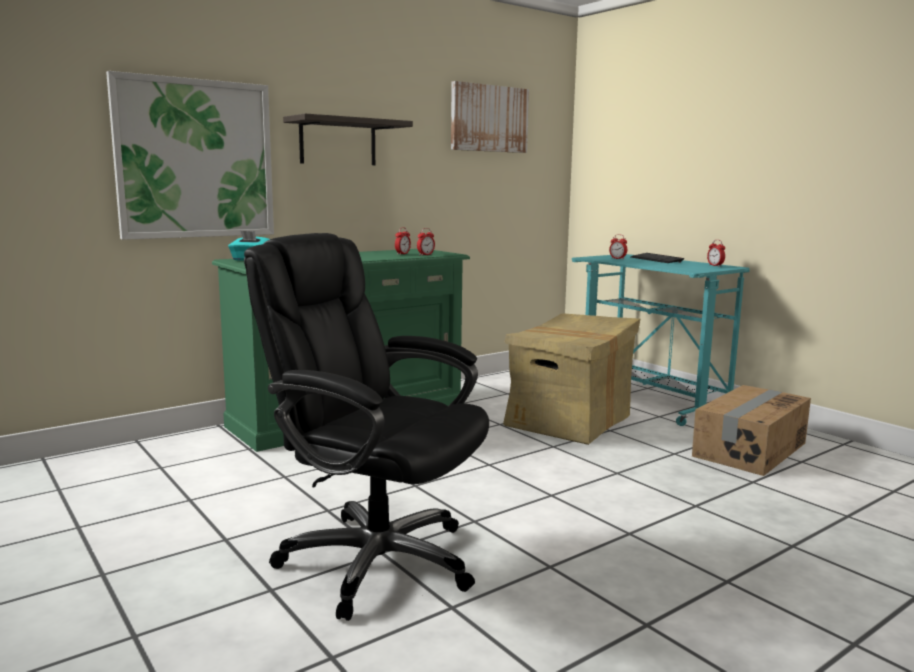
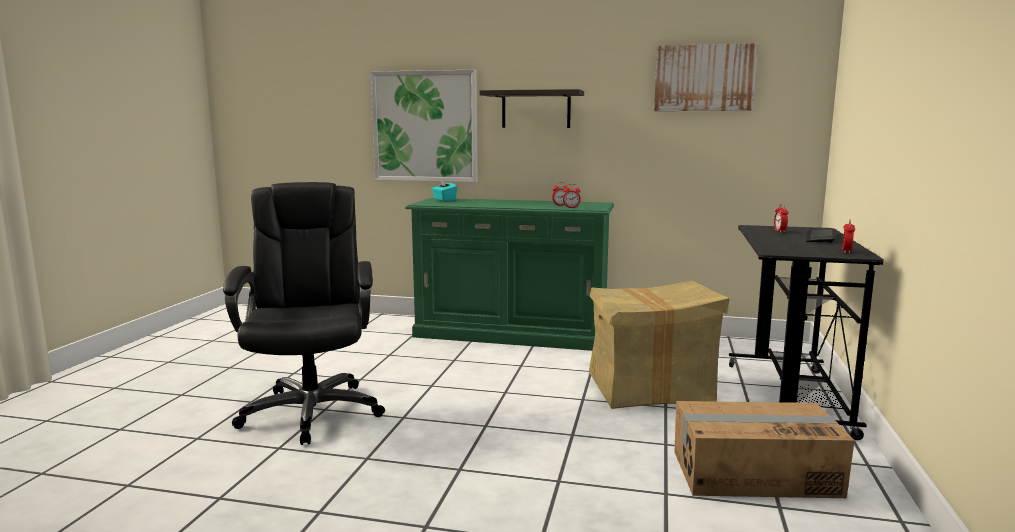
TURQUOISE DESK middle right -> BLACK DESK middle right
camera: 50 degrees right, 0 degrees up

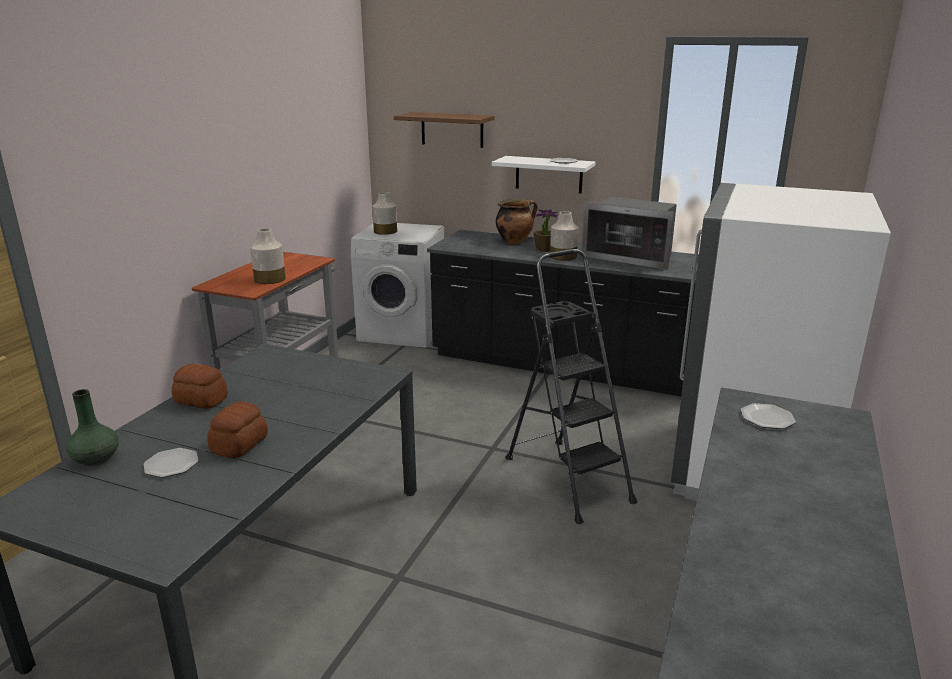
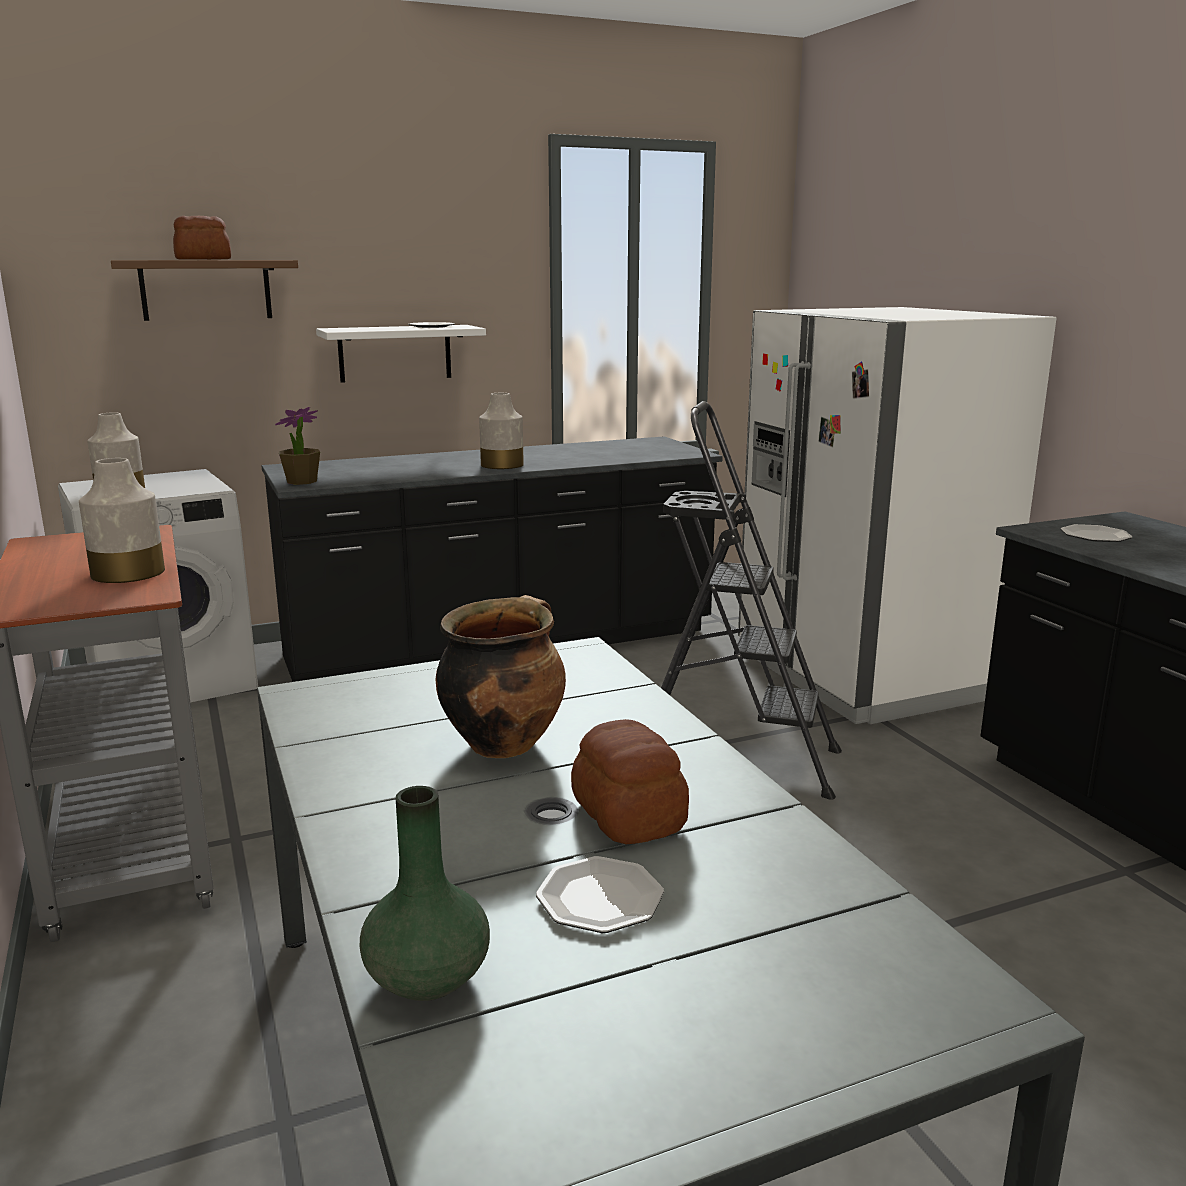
BREAD (1st from left) middle left -> BREAD (1st from left) top left, moved
POTTED PLANT centre -> POTTED PLANT middle left, moved
COOKING POT top centre -> COOKING POT centre, moved
MICROWAVE centre -> none
camera: 45 degrees left, 5 degrees down

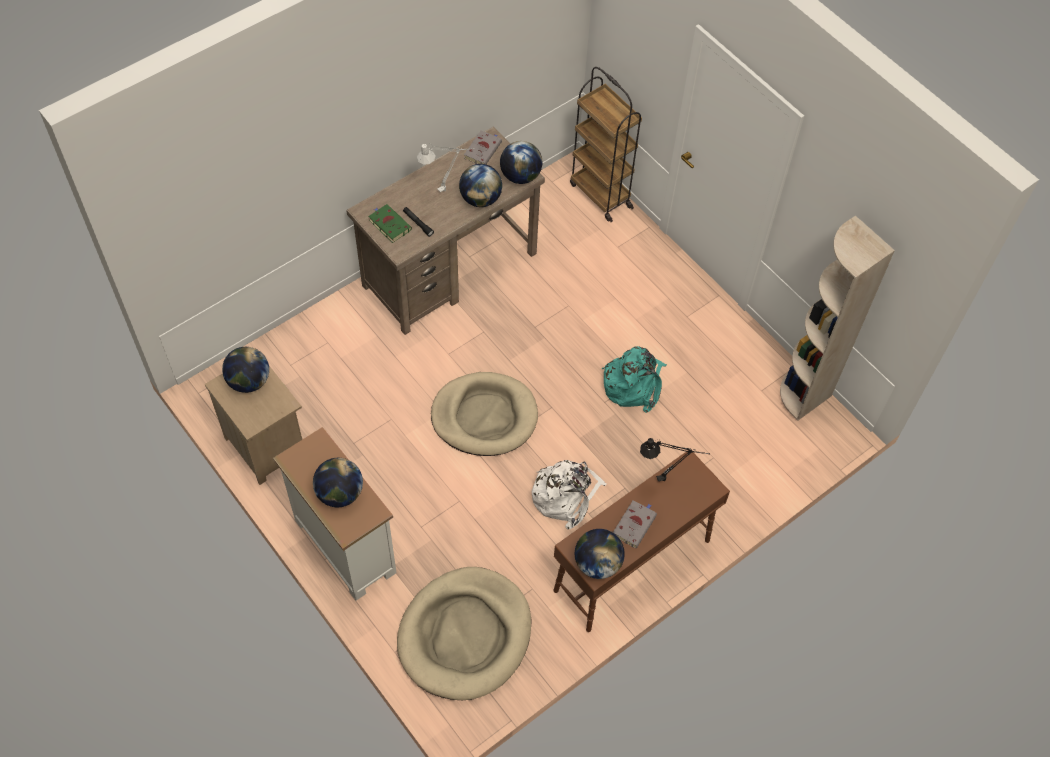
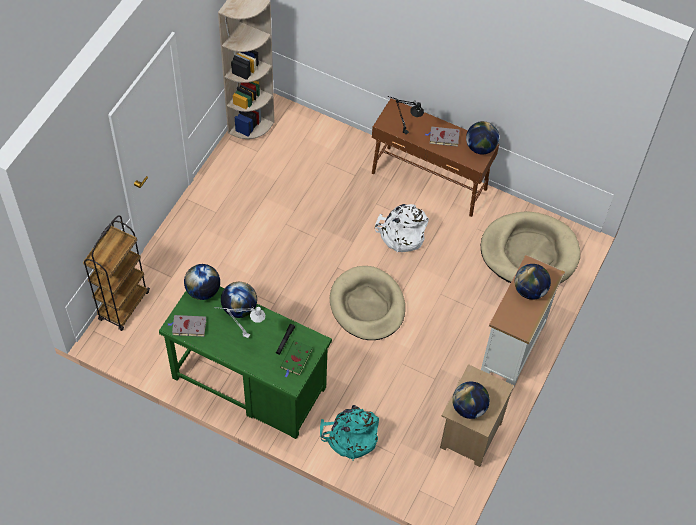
BROWN DESK top centre -> GREEN DESK bottom centre
TURQUOISE BACKPACK centre -> TURQUOISE BACKPACK bottom centre, moved
camera: 115 degrees left, 0 degrees up

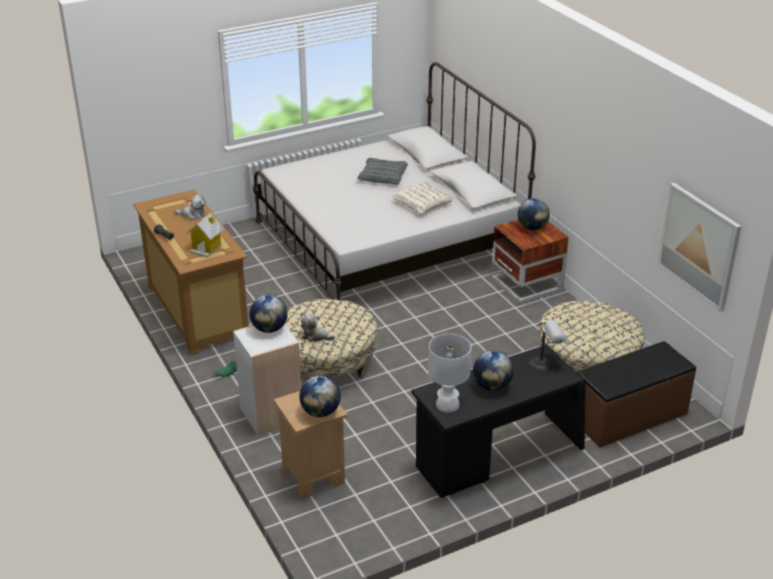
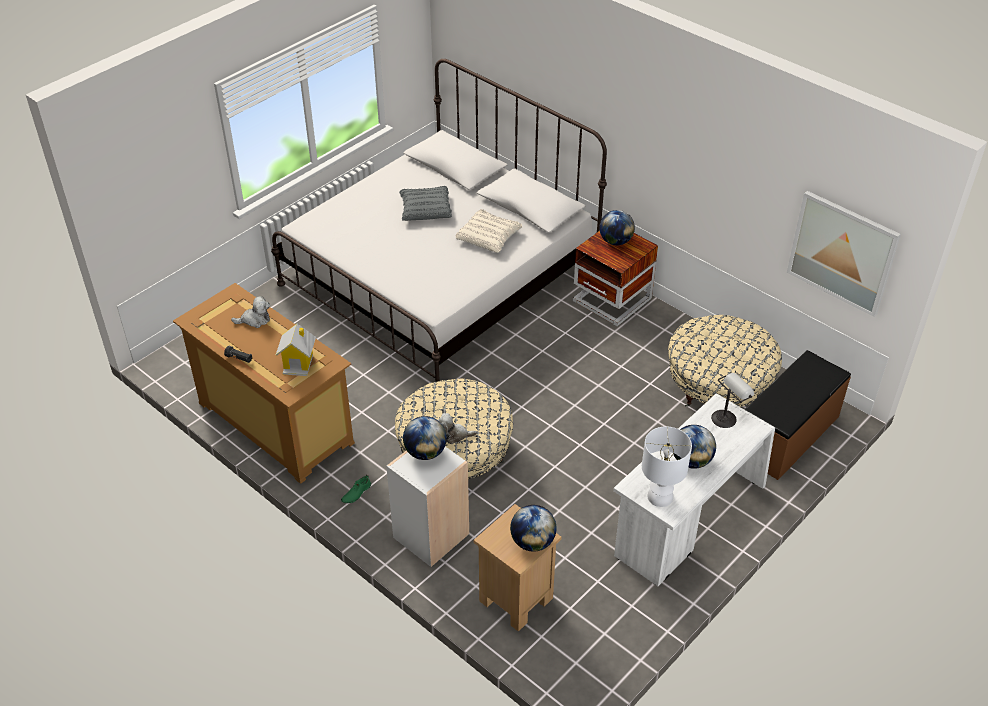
BLACK DESK bottom centre -> WHITE DESK bottom right
camera: 20 degrees left, 10 degrees up

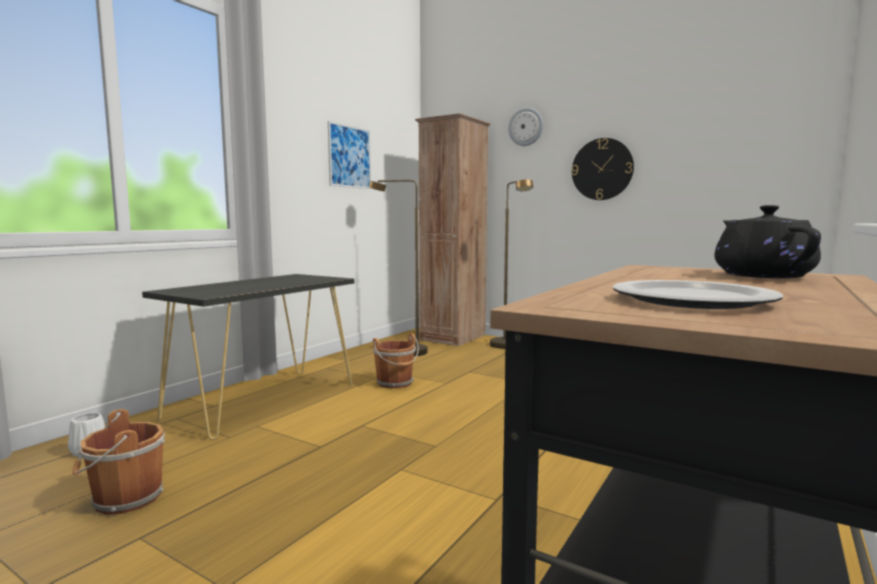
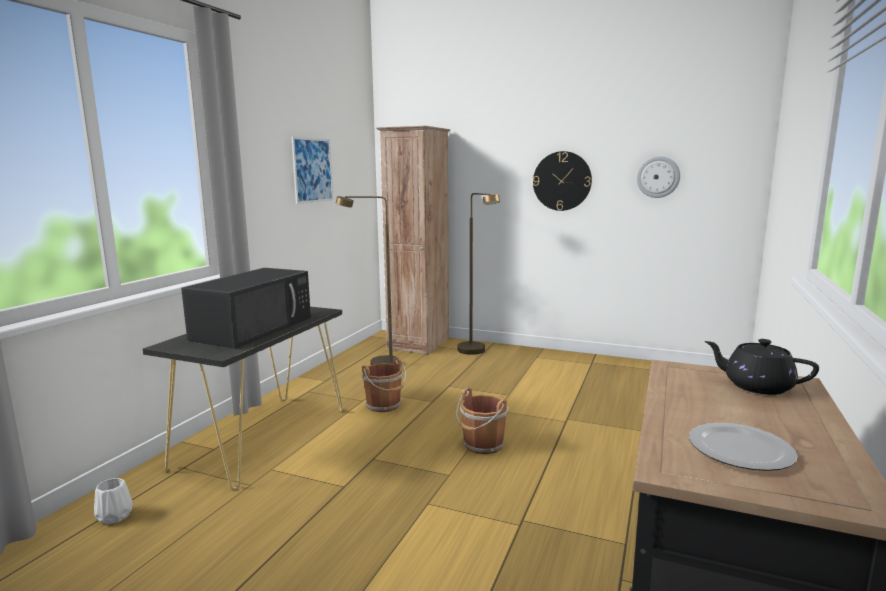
none -> BLACK MICROWAVE middle left
BROWN BUCKET (1st from left in the first image) bottom left -> BROWN BUCKET (2nd from left) bottom centre, moved
WALL CLOCK (1st from left in the first image) top centre -> WALL CLOCK (2nd from left) top right, moved
BLACK TEAPOT middle right, 45 degrees counterclockwise
camera: 10 degrees left, 5 degrees up

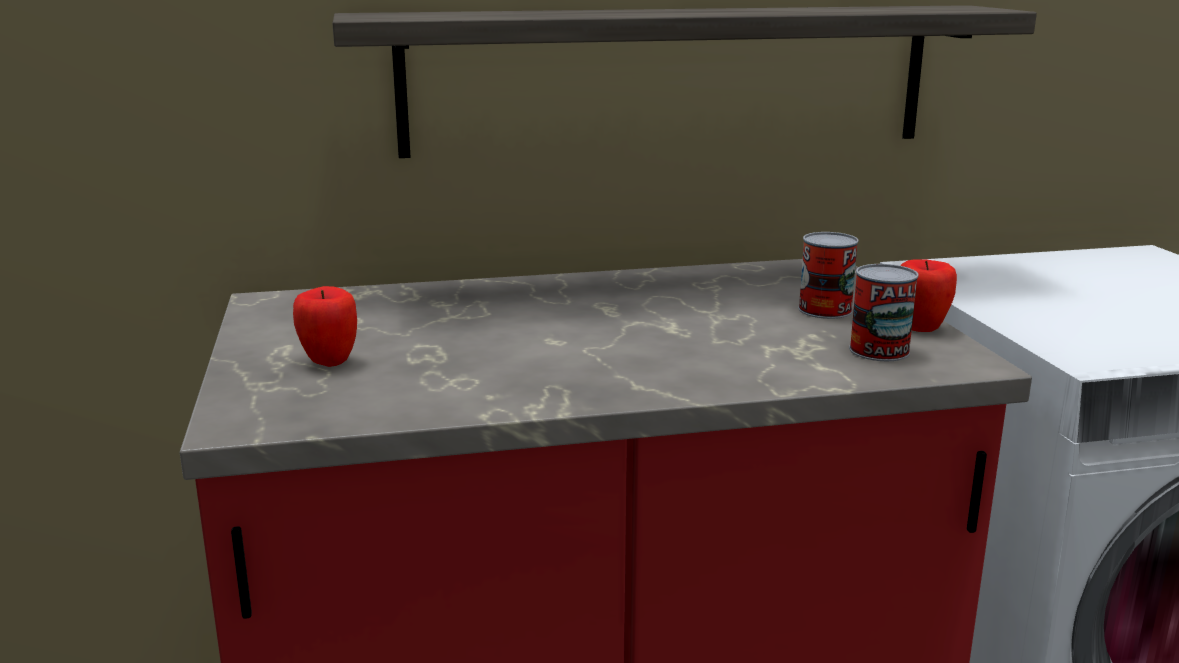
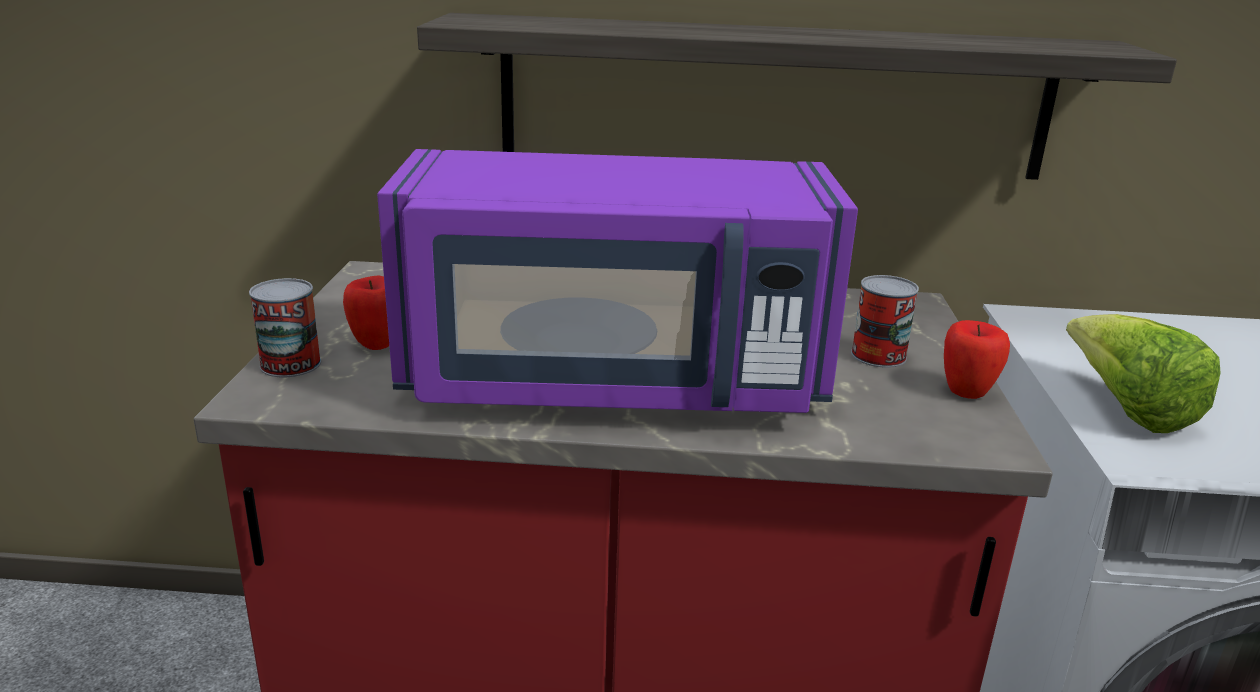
CAN (2nd from left in the first image) middle right -> CAN (1st from left) middle left, moved
none -> PURPLE MICROWAVE centre
none -> LETTUCE middle right
camera: 15 degrees right, 5 degrees up

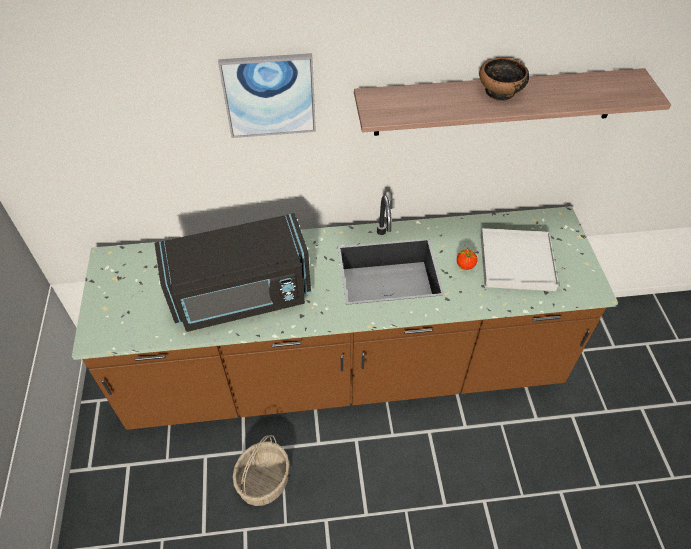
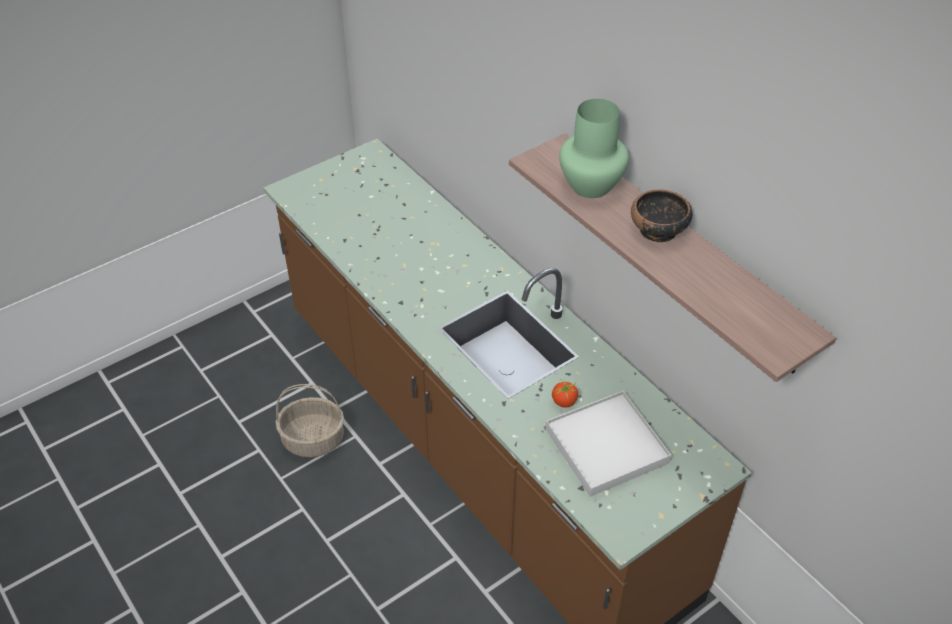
none -> GREEN VASE top centre
BLACK MICROWAVE centre -> none
PICTURE top centre -> none
camera: 60 degrees right, 5 degrees down

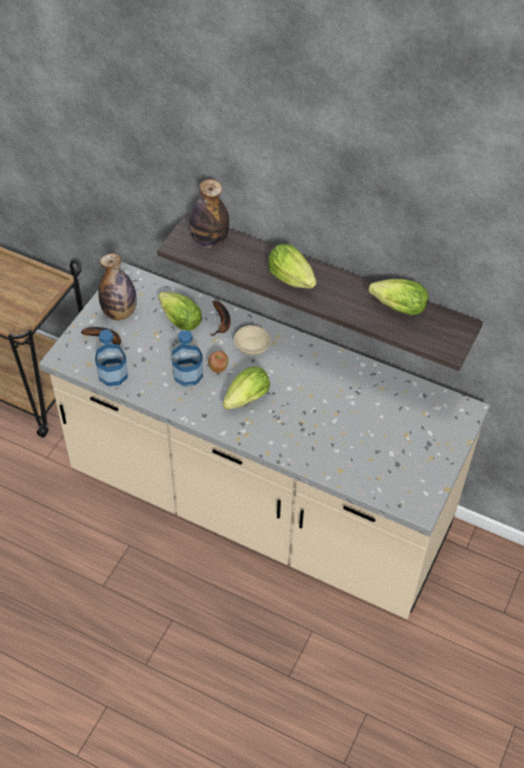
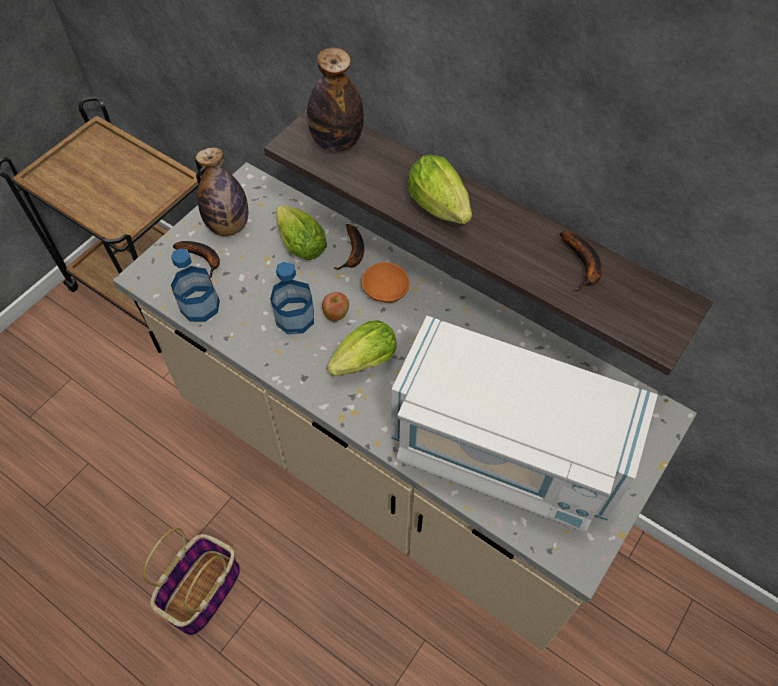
none -> BASKET bottom left
BEIGE BOWL centre -> ORANGE BOWL centre
none -> WHITE MICROWAVE middle right
LETTUCE (4th from left) middle right -> BANANA (3rd from left) middle right
camera: 10 degrees right, 5 degrees up

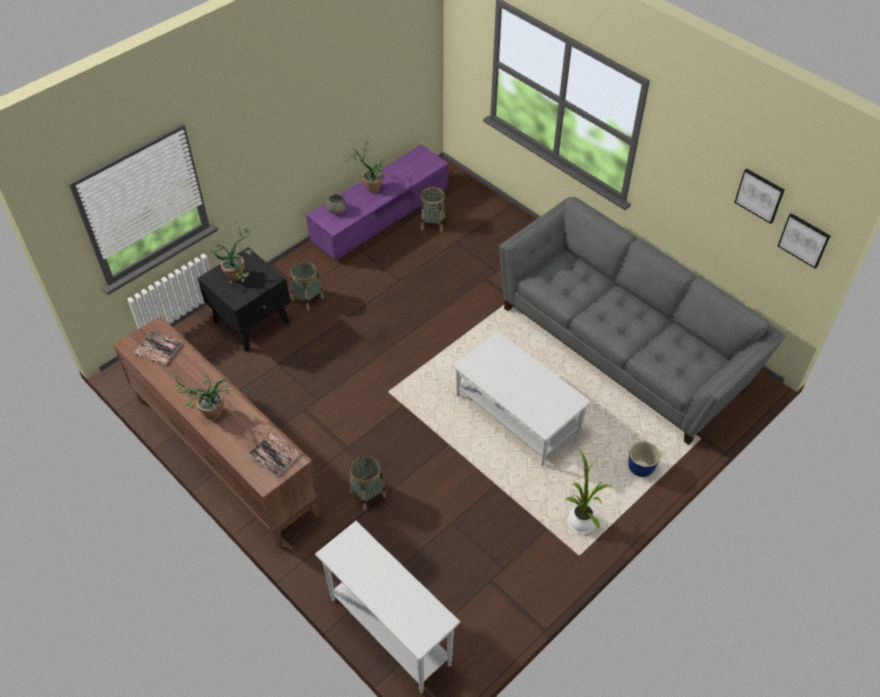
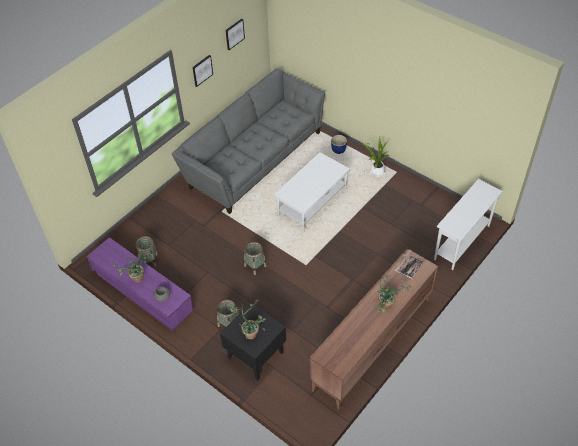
PICTURE (2nd from left in the first image) middle right -> PICTURE (1st from left) top centre, moved
BASKET (2nd from left in the first image) bottom centre -> BASKET (3rd from left) centre, moved
BOOK (1st from left) middle left -> none
camera: 95 degrees left, 0 degrees up

